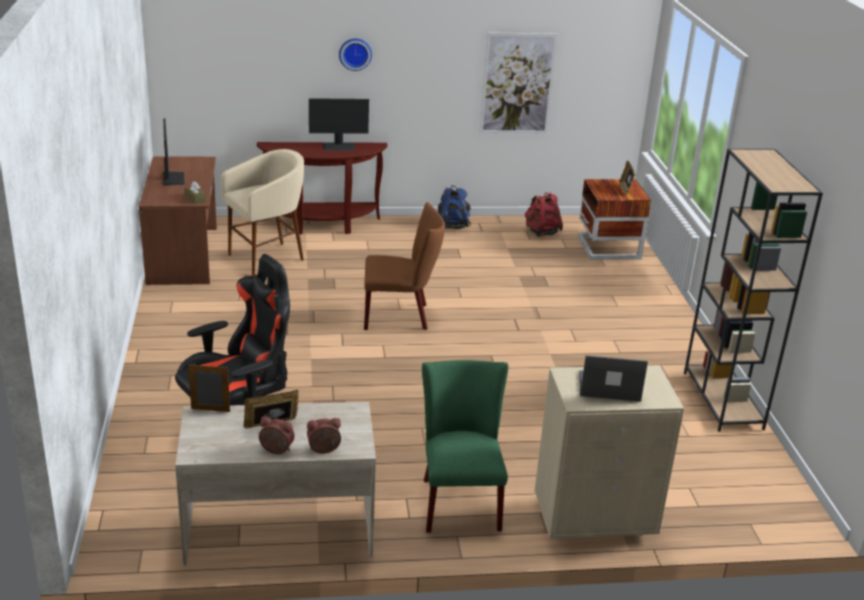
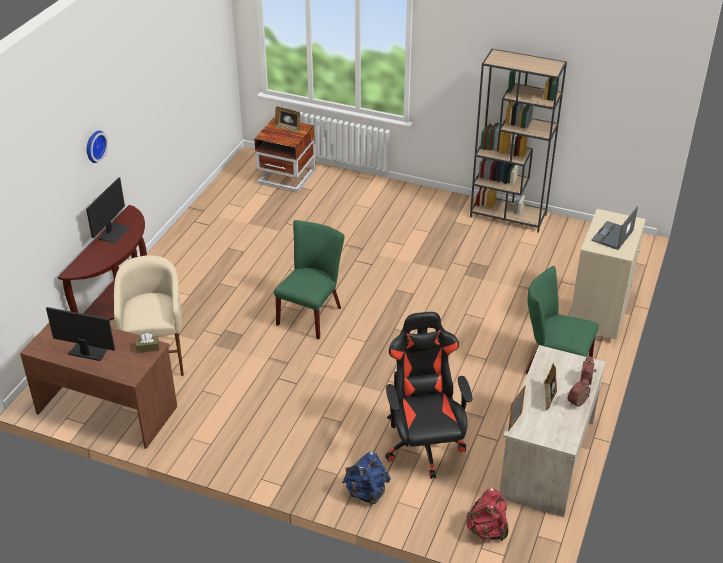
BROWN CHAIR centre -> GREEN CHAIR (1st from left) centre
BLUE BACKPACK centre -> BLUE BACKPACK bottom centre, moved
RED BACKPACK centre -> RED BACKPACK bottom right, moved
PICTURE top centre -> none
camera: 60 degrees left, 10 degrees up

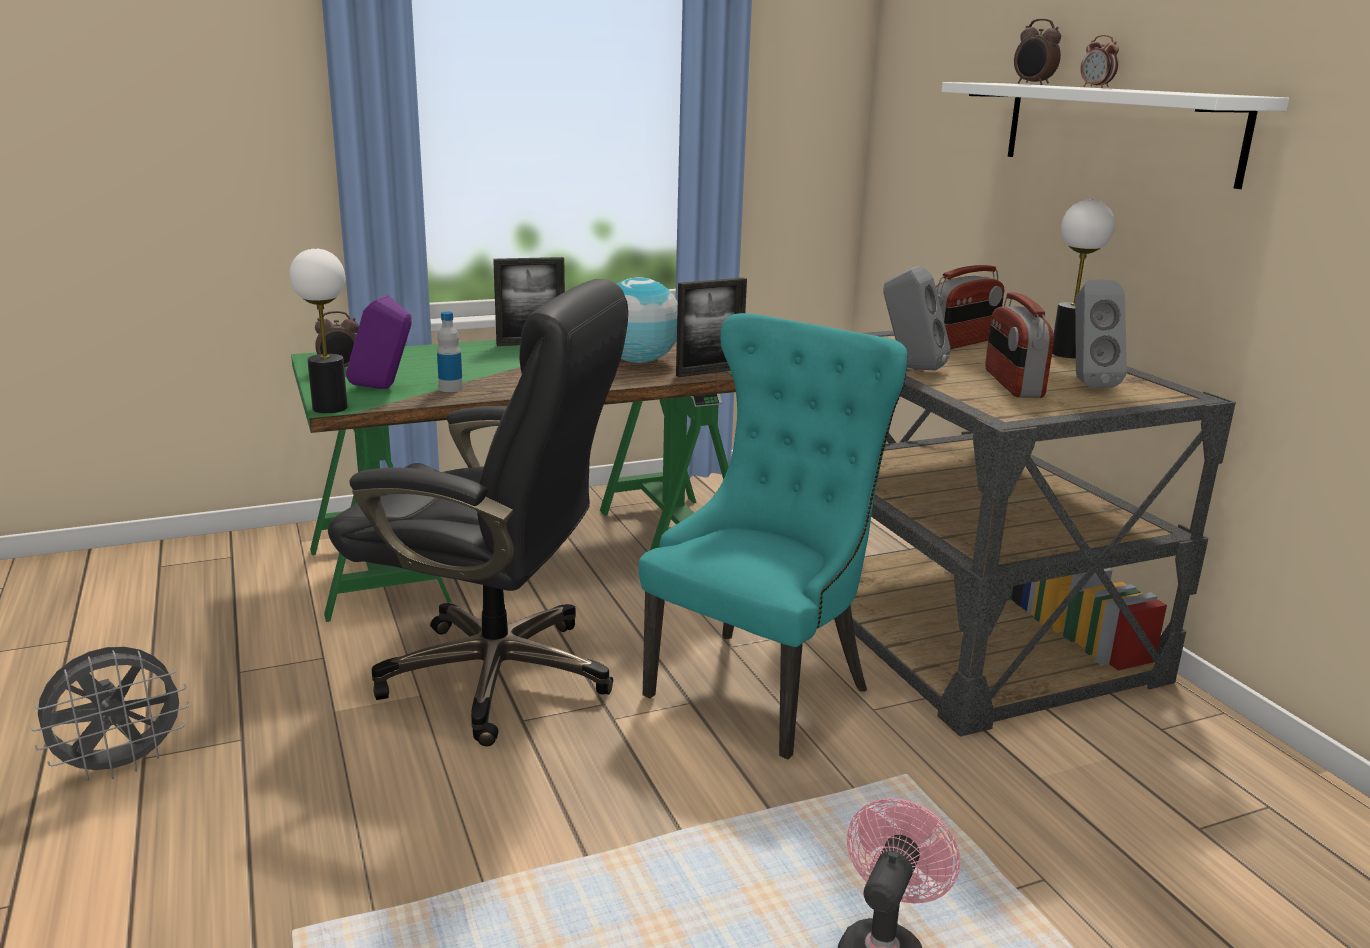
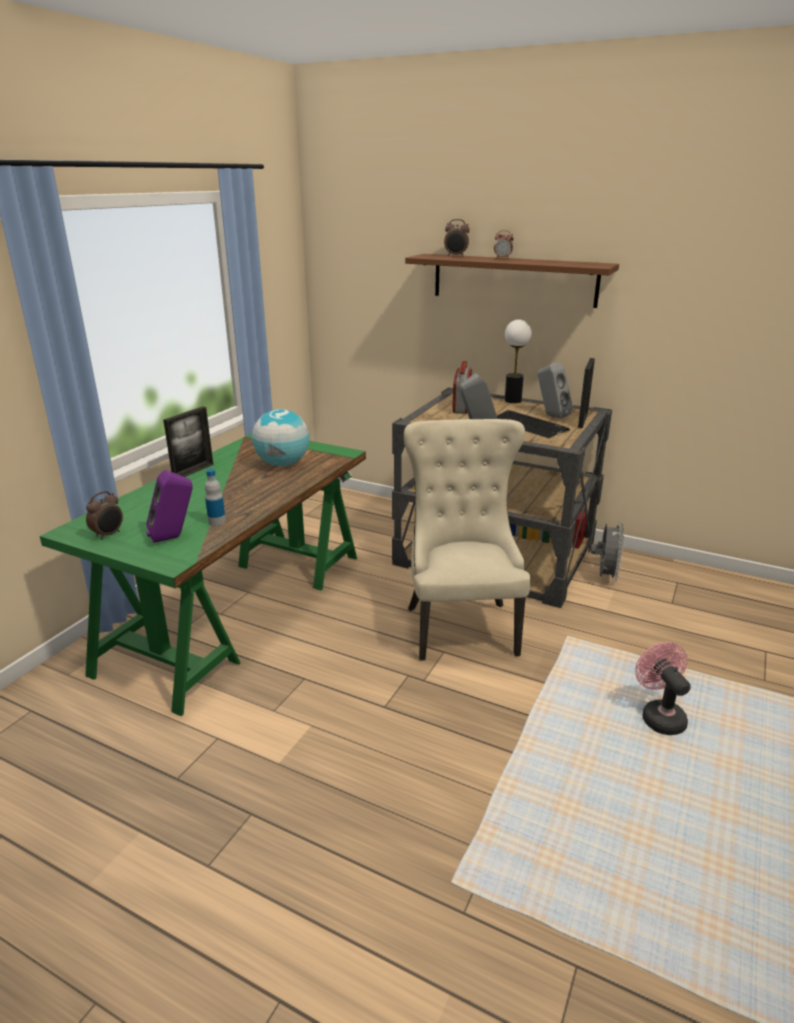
TURQUOISE CHAIR centre -> BEIGE CHAIR centre
WHITE SHELF top right -> BROWN SHELF top centre
RADIO (2nd from left) middle right -> KEYBOARD middle right
PICTURE FRAME (2nd from left) centre -> PICTURE FRAME (2nd from left) middle right, moved
GREY FAN bottom left -> GREY FAN middle right, moved
TABLE LAMP (1st from left) middle left -> none
BLACK OFFICE CHAIR centre -> none
camera: 40 degrees left, 5 degrees up

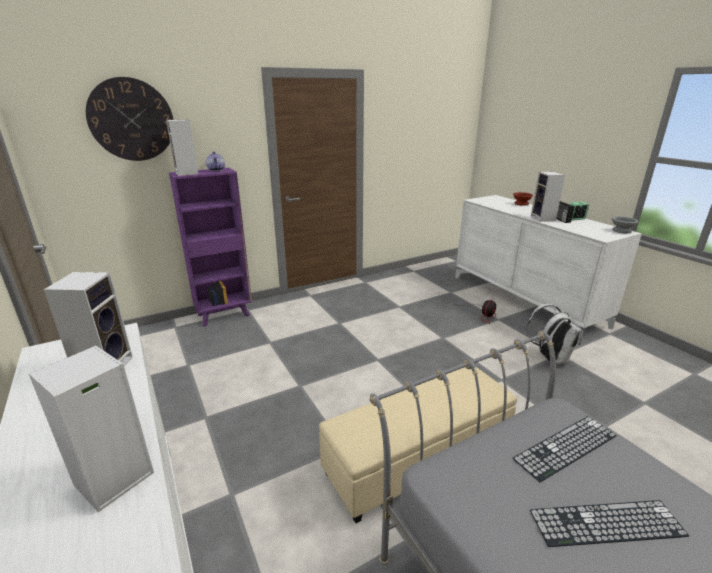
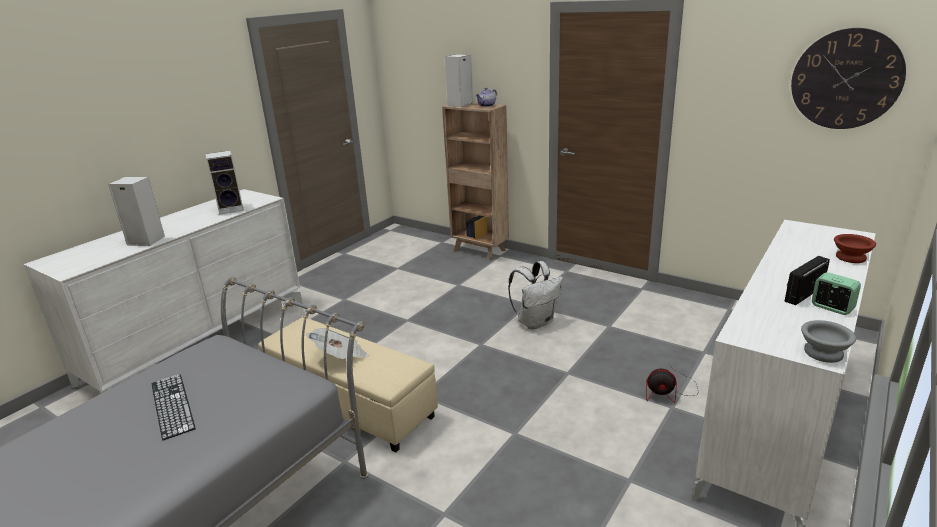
none -> NEWSPAPER centre
PURPLE BOOKCASE middle left -> BROWN BOOKCASE centre
WHITE BACKPACK middle right -> WHITE BACKPACK centre, moved
WALL CLOCK top left -> WALL CLOCK top right, moved
KEYBOARD (1st from left) bottom right -> none
SPEAKER (4th from left) middle right -> none
camera: 65 degrees right, 0 degrees up

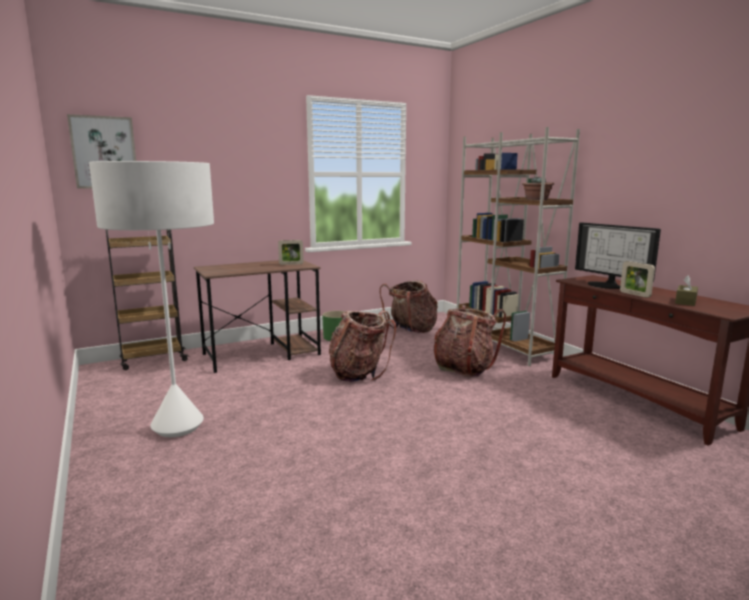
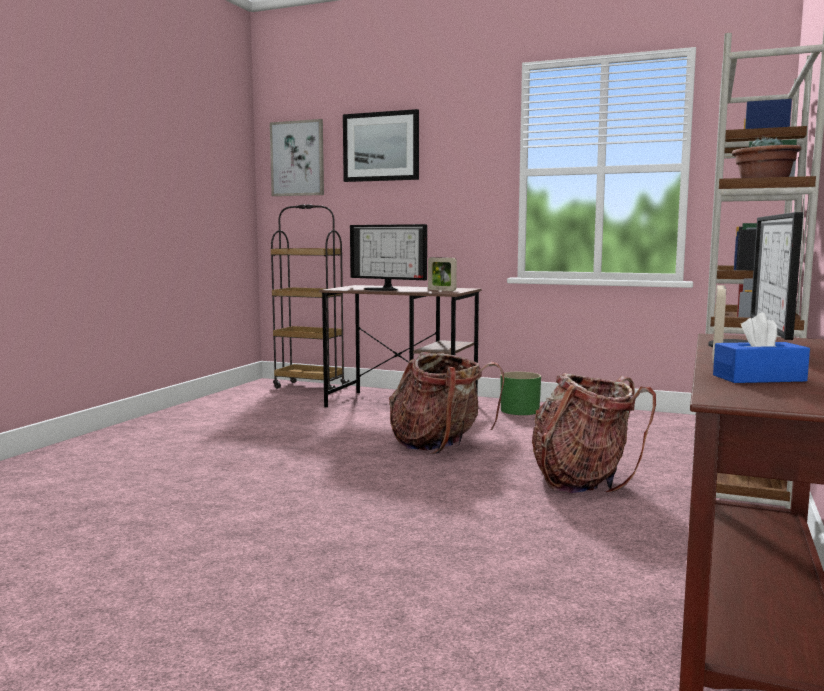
none -> PICTURE (2nd from left) top centre
none -> MONITOR (1st from left) centre
BROWN TISSUE BOX middle right -> BLUE TISSUE BOX middle right
WHITE FLOOR LAMP middle left -> none
BACKPACK (2nd from left) centre -> none
camera: 50 degrees right, 5 degrees down

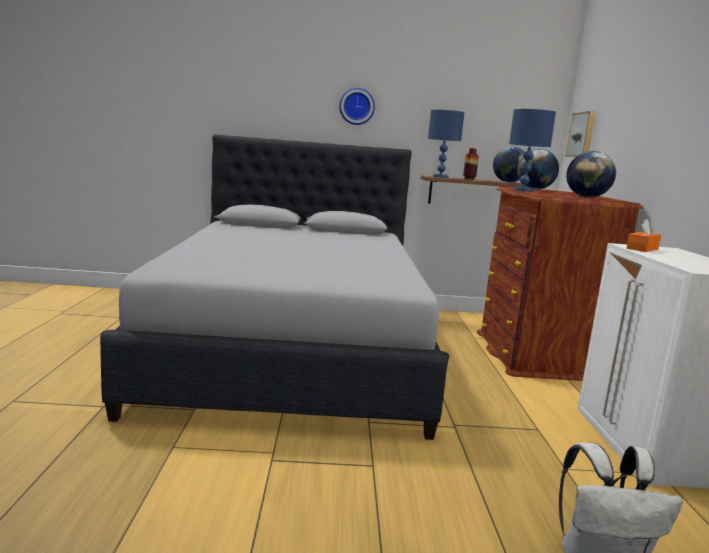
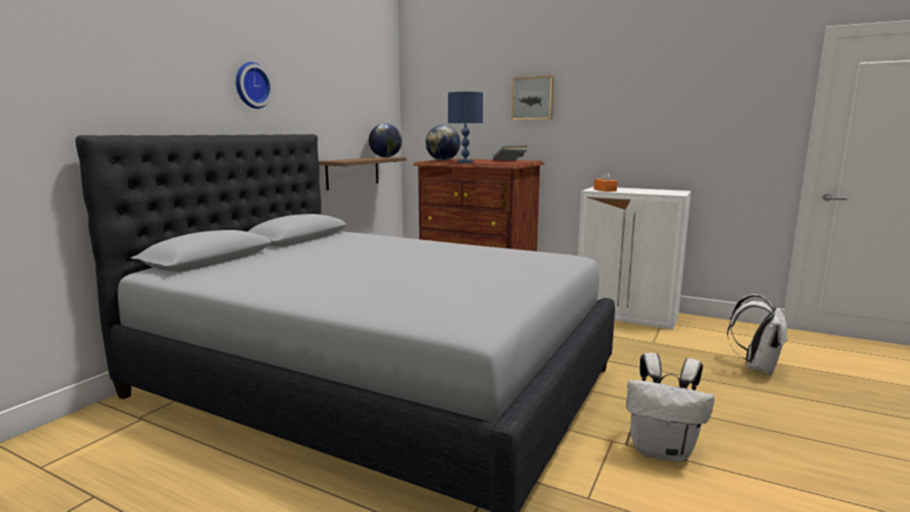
GLOBE (3rd from left) top right -> GREY BOOK top centre
PICTURE top right -> PICTURE top centre, moved
none -> WHITE BACKPACK (1st from left) bottom right
BLUE TABLE LAMP (1st from left) top centre -> none
VASE top centre -> none
camera: 60 degrees left, 0 degrees up

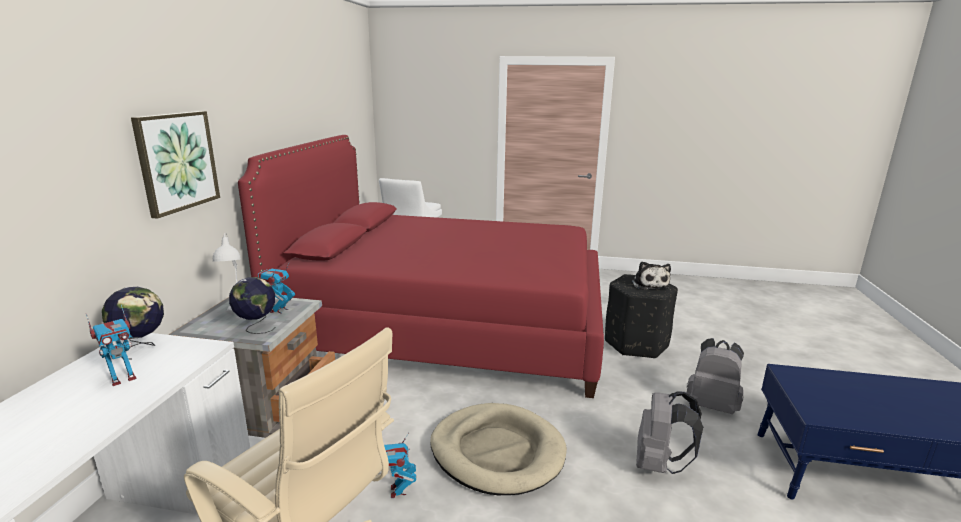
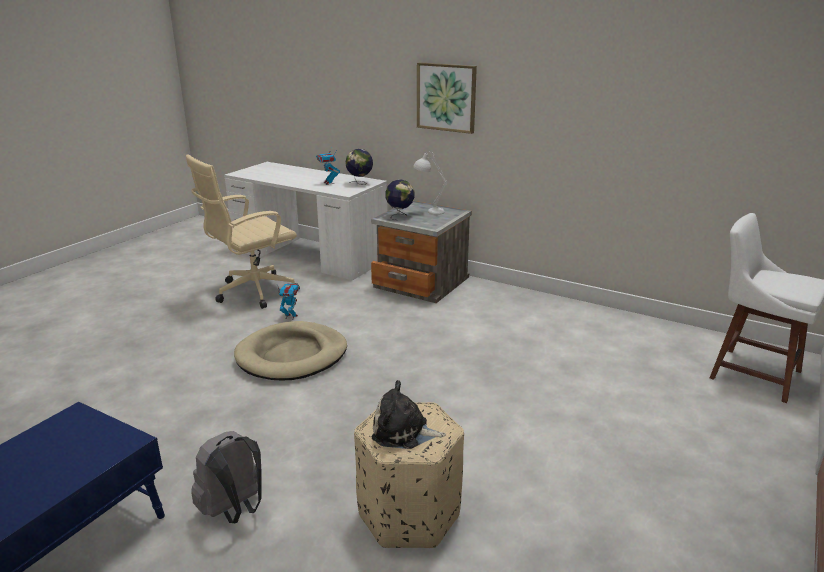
BLACK OTTOMAN middle right -> BEIGE OTTOMAN bottom centre
RED BED centre -> none
TOY ROBOT (2nd from left) middle left -> none
GREY BACKPACK (1st from left) bottom right -> none
camera: 110 degrees right, 5 degrees up

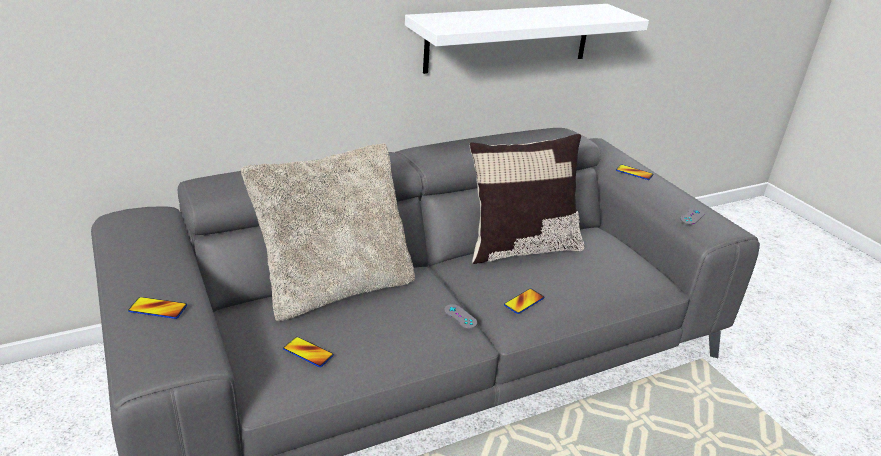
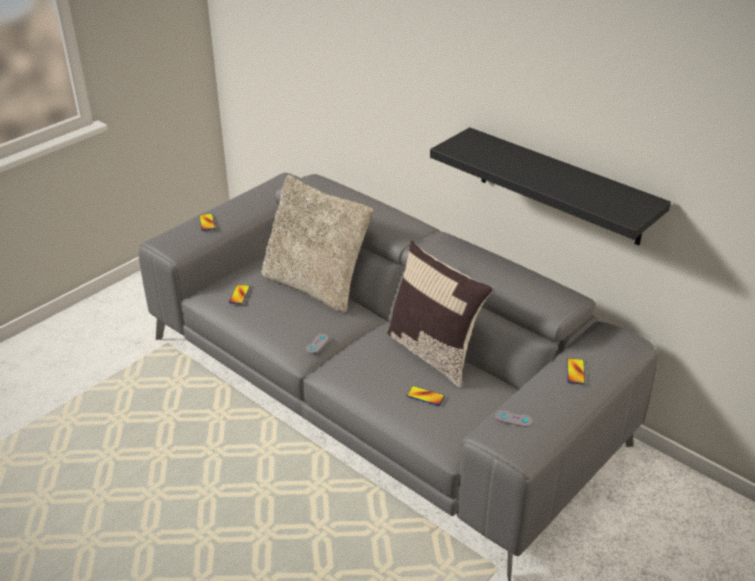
PHONE (3rd from left) centre -> PHONE (3rd from left) bottom centre, moved
WHITE SHELF top centre -> BLACK SHELF top right
camera: 70 degrees right, 5 degrees up

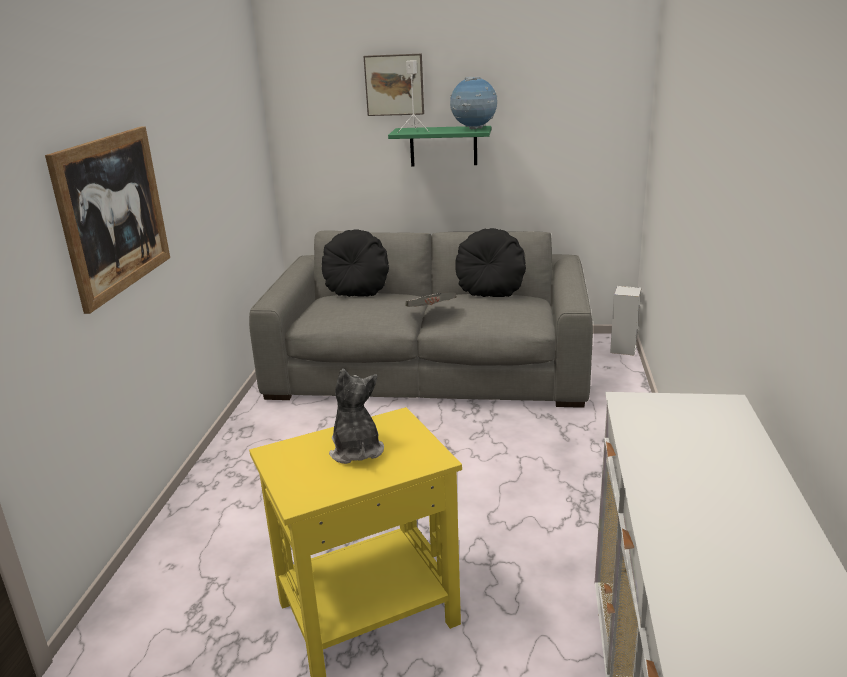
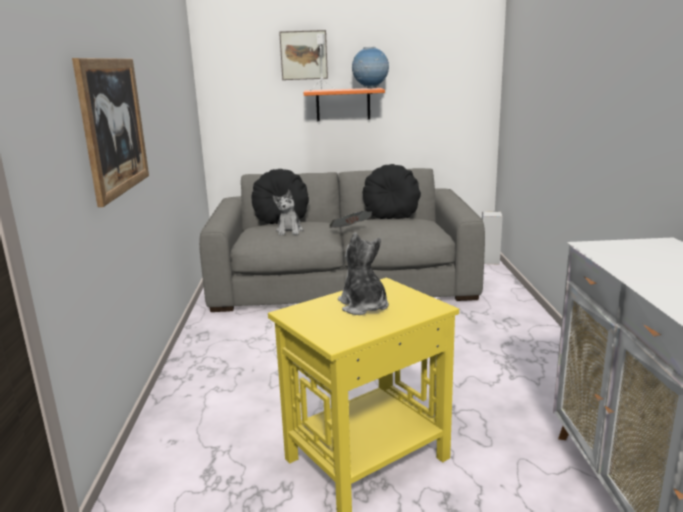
none -> PLUSH TOY (1st from left) centre
GREEN SHELF top centre -> ORANGE SHELF top centre
camera: 10 degrees left, 5 degrees down

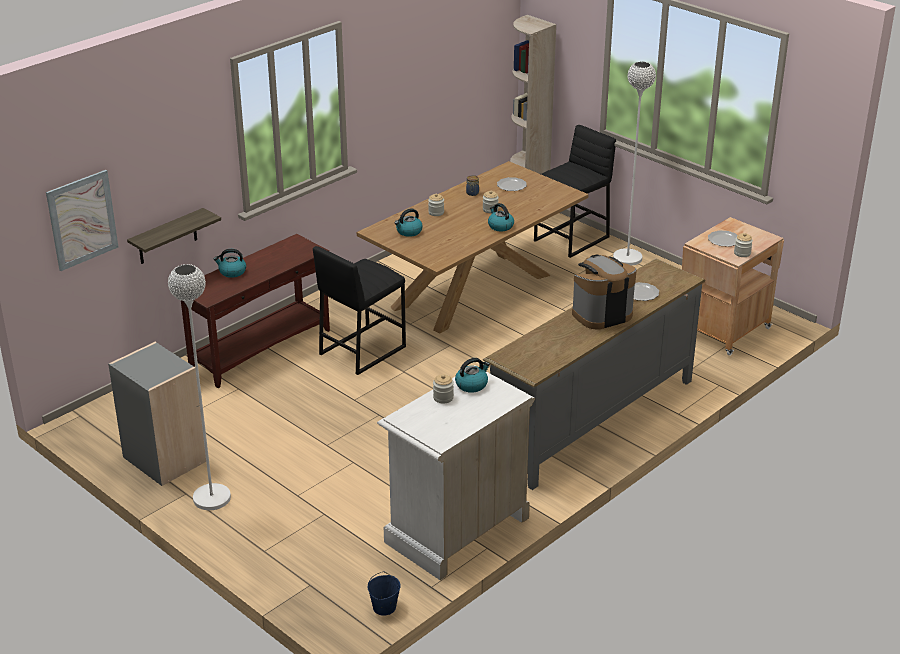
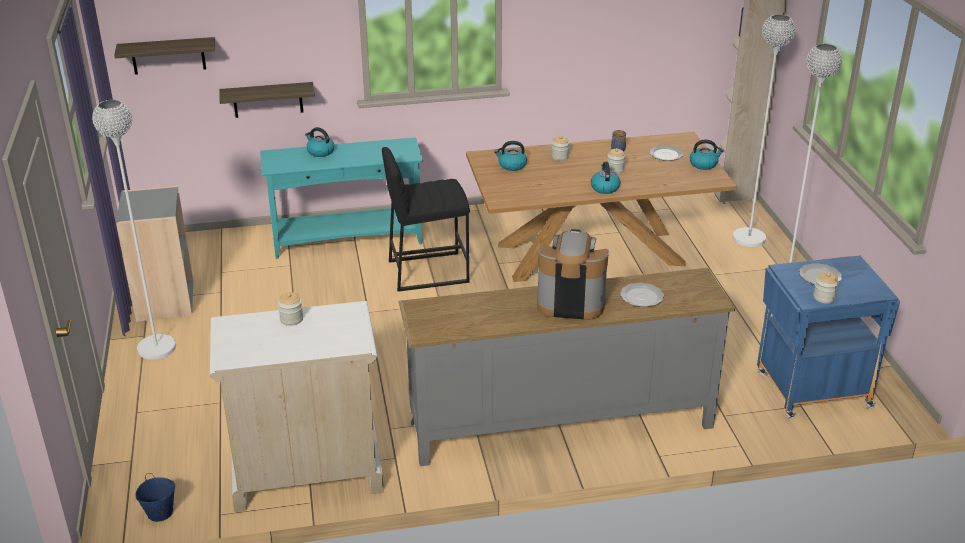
PICTURE middle left -> SHELF (1st from left) top left
BROWN CONSOLE TABLE middle left -> TURQUOISE CONSOLE TABLE centre
KETTLE (3rd from left in the first image) centre -> KETTLE (4th from left) top right, moved
BLACK STOOL (2nd from left) top centre -> WHITE FLOOR LAMP (2nd from left) top right
BROWN CART middle right -> BLUE CART middle right
camera: 35 degrees right, 0 degrees up

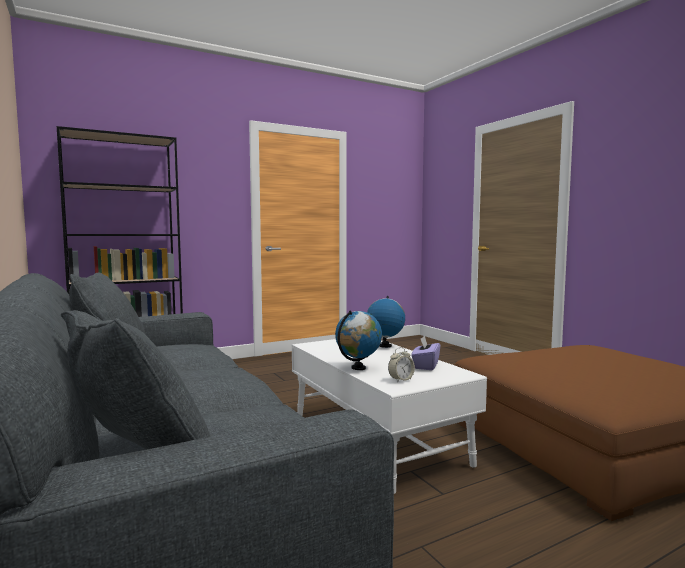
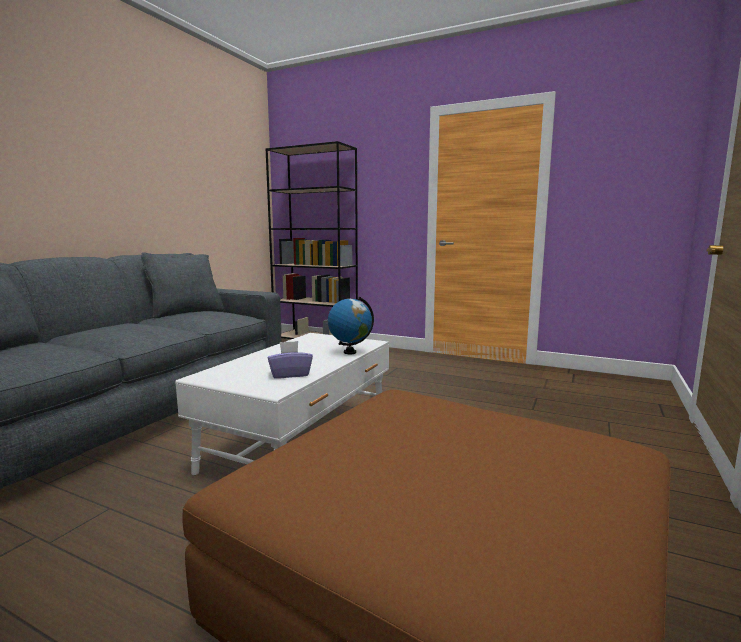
GLOBE (1st from left) centre -> none
ALARM CLOCK centre -> none
camera: 55 degrees right, 5 degrees up

